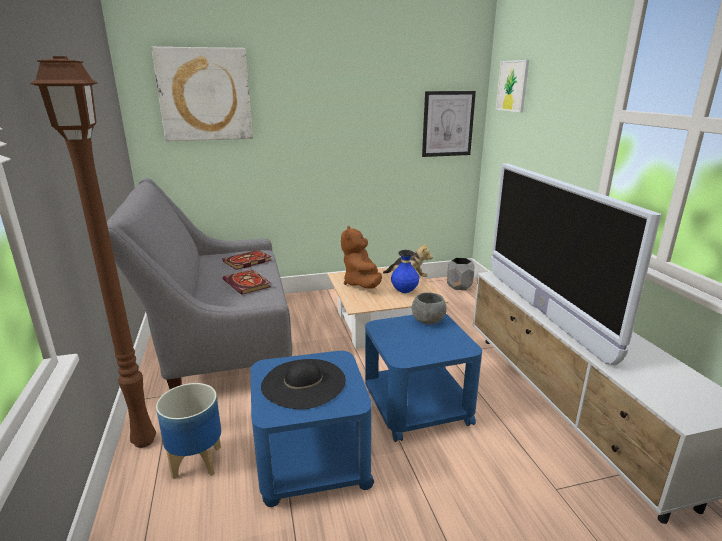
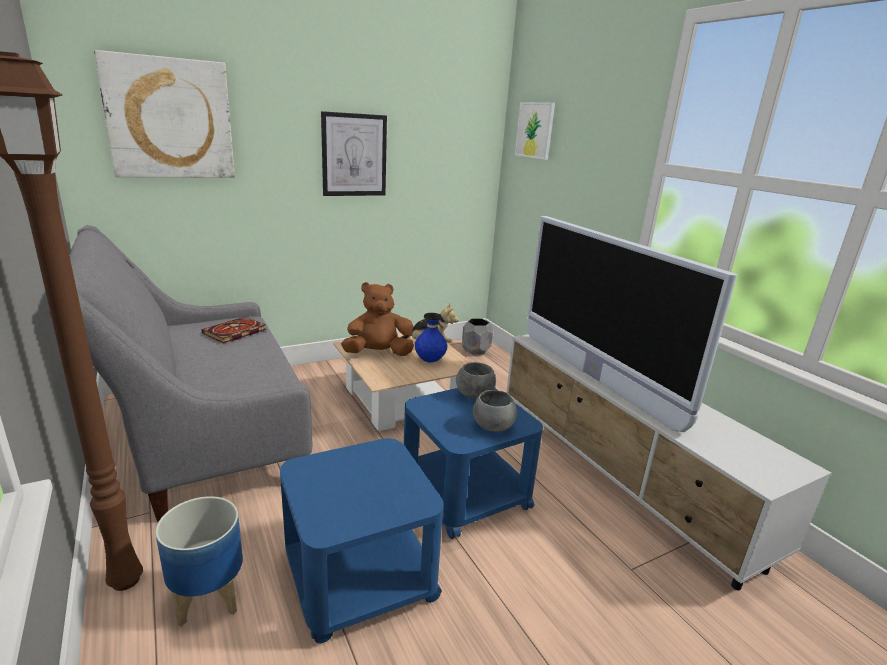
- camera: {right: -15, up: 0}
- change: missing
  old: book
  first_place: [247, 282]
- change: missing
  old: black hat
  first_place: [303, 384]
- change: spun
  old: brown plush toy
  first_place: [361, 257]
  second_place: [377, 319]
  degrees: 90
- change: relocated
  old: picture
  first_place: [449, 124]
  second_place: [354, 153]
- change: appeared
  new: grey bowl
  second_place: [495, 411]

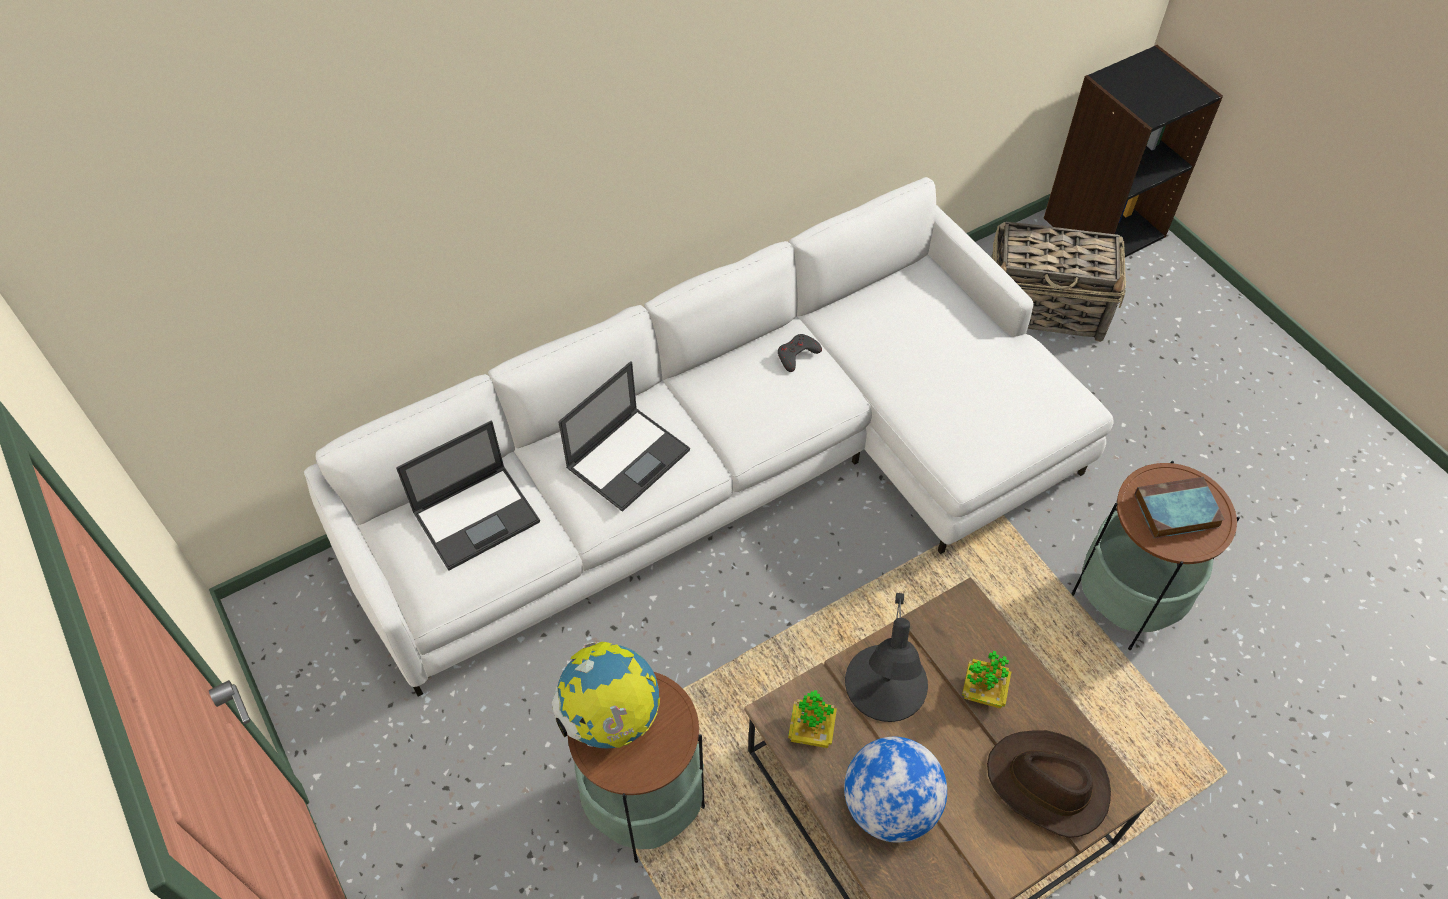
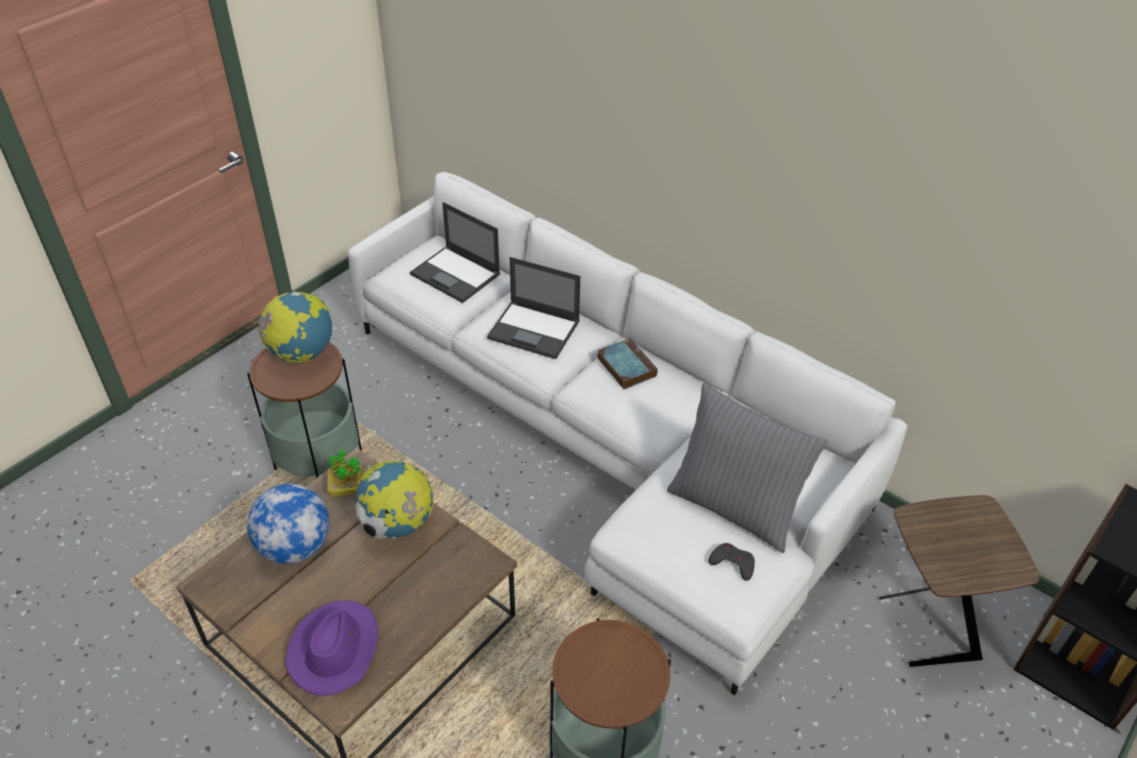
- camera: {right: 70, up: -10}
- change: relocated
  old: grey game controller
  first_place: [800, 353]
  second_place: [731, 562]
- change: exchanged
  old: black table lamp
  new: globe
  first_place: [886, 657]
  second_place: [394, 499]
- change: missing
  old: potted plant
  first_place: [986, 680]
- change: colour
  old: brown hat
  new: purple hat
  first_place: [1049, 784]
  second_place: [331, 648]
- change: exchanged
  old: basket
  new: brown side table
  first_place: [1058, 282]
  second_place: [959, 581]
- change: relocated
  old: book
  first_place: [1179, 508]
  second_place: [628, 363]
- change: appeared
  new: grey pillow
  second_place: [748, 468]

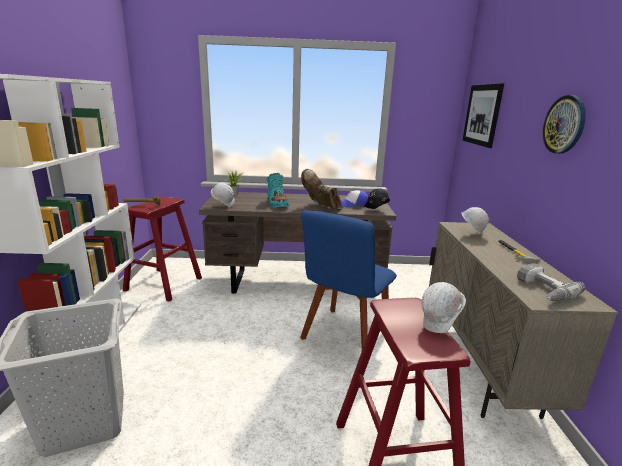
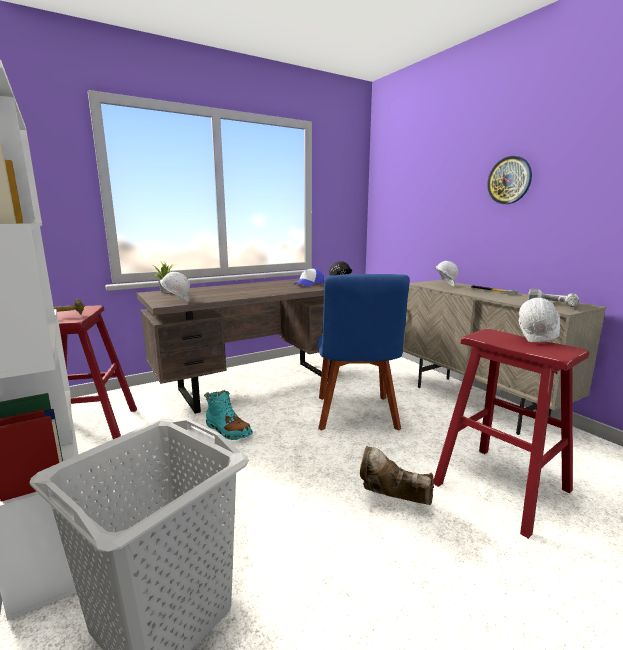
- camera: {right: -30, up: -5}
- change: relocated
  old: turquoise boot
  first_place: [278, 190]
  second_place: [228, 415]
- change: relocated
  old: brown boot
  first_place: [321, 190]
  second_place: [397, 475]
- change: missing
  old: picture
  first_place: [483, 115]

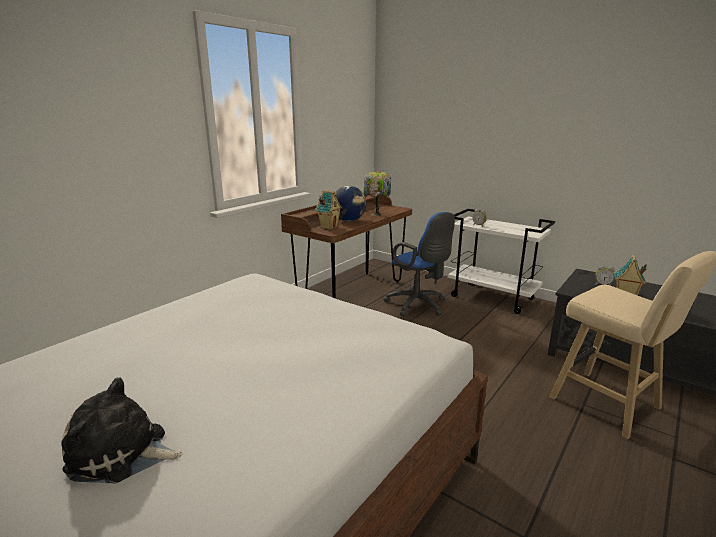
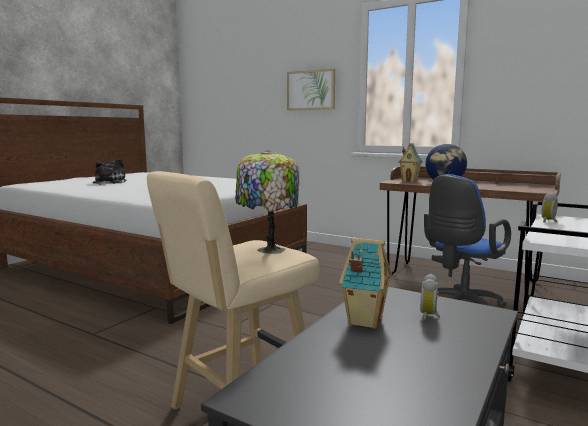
- camera: {right: 85, up: -10}
- change: relocated
  old: table lamp
  first_place: [377, 193]
  second_place: [267, 202]
- change: appeared
  new: picture
  second_place: [311, 89]

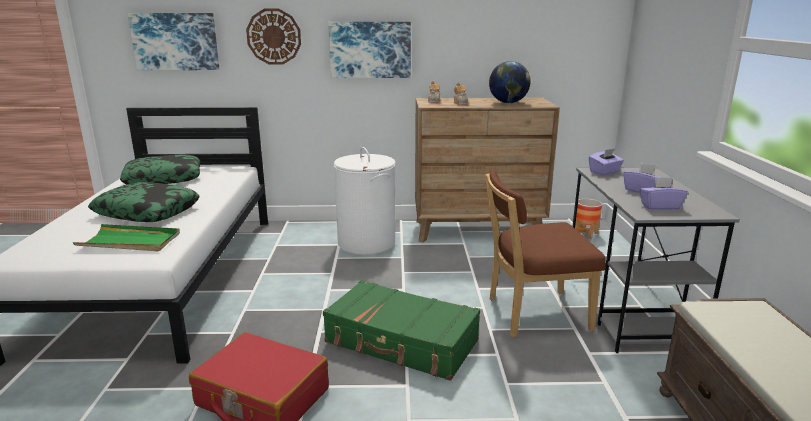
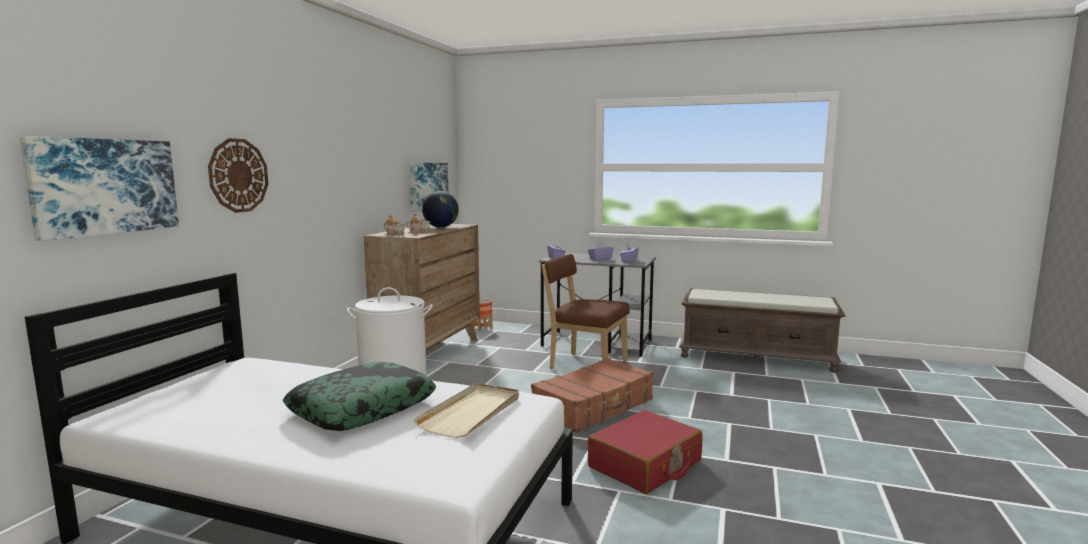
- camera: {right: -70, up: -10}
- change: colour
  old: green tray
  new: beige tray
  first_place: [126, 237]
  second_place: [466, 410]
- change: missing
  old: pillow
  first_place: [160, 169]
- change: colour
  old: green suitcase
  new: brown suitcase
  first_place: [401, 330]
  second_place: [592, 395]
- change: relocated
  old: picture
  first_place: [369, 50]
  second_place: [428, 187]
- change: spun
  old: brown chair
  first_place: [545, 253]
  second_place: [585, 311]
  degrees: 105

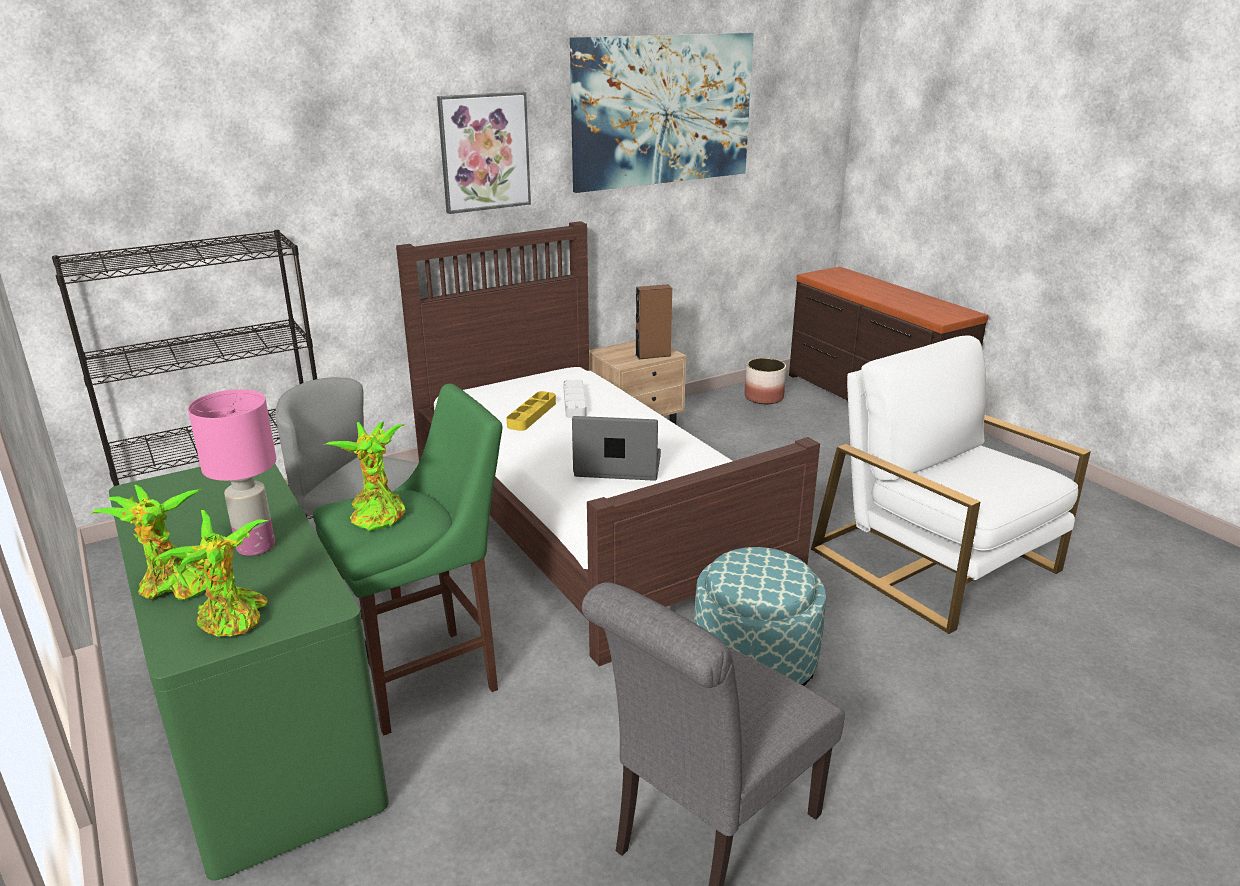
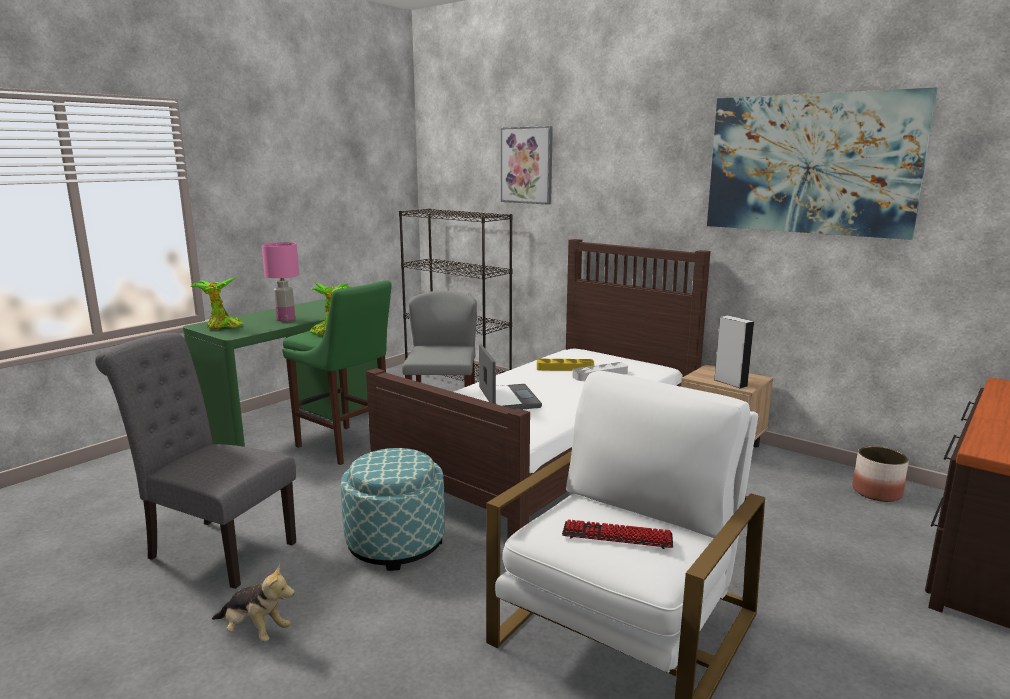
- camera: {right: 70, up: -10}
- change: missing
  old: potted plant
  first_place: [148, 543]
- change: relocated
  old: picture
  first_place: [484, 153]
  second_place: [527, 165]
- change: colour
  old: brown speaker
  new: grey speaker
  first_place: [654, 321]
  second_place: [734, 352]
- change: appeared
  new: plush toy
  second_place: [253, 603]
- change: appeared
  new: keyboard
  second_place: [617, 534]

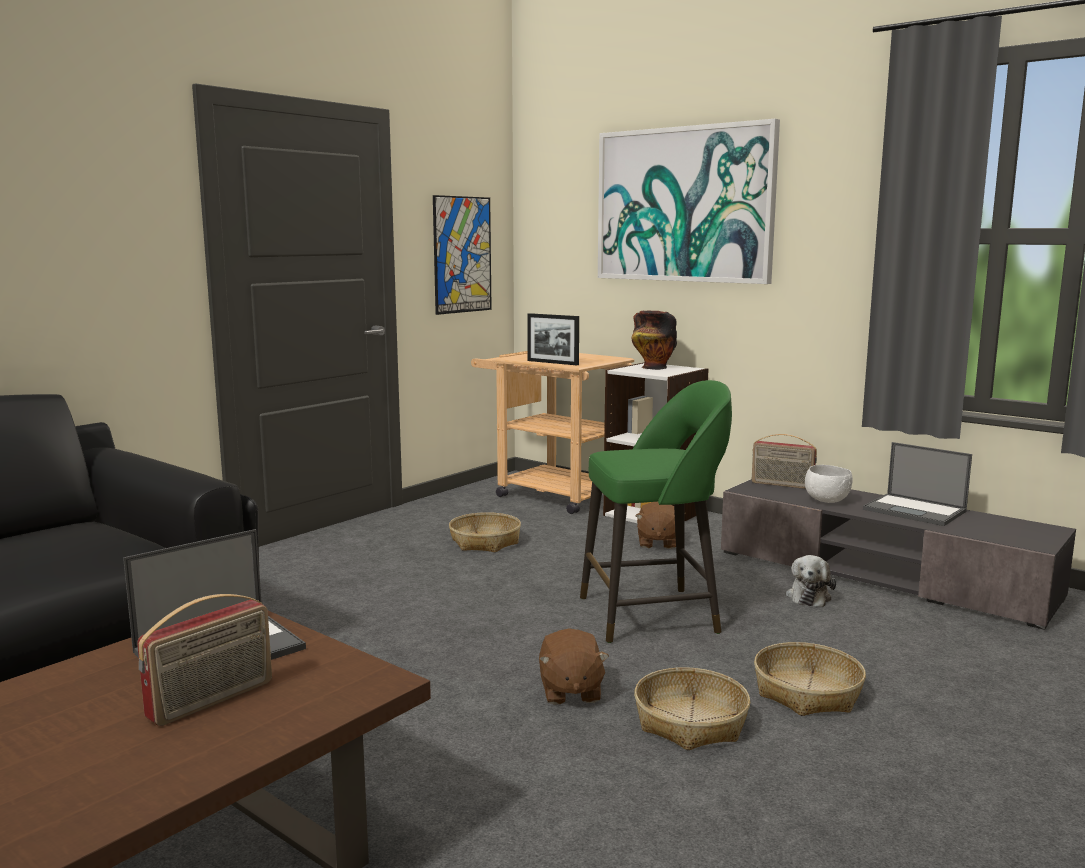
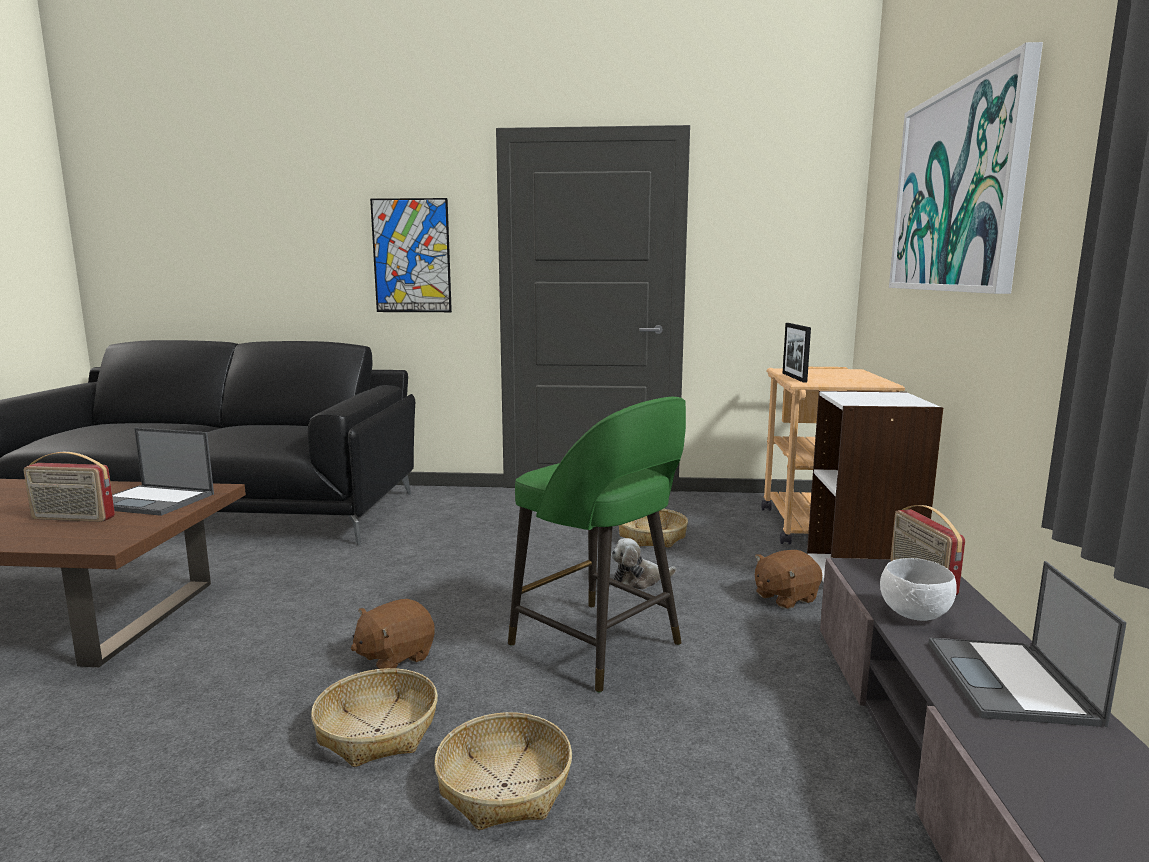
- camera: {right: 55, up: 0}
- change: relocated
  old: picture
  first_place: [462, 255]
  second_place: [411, 255]
- change: missing
  old: vase
  first_place: [654, 340]
- change: relocated
  old: plush toy
  first_place: [811, 581]
  second_place: [643, 564]

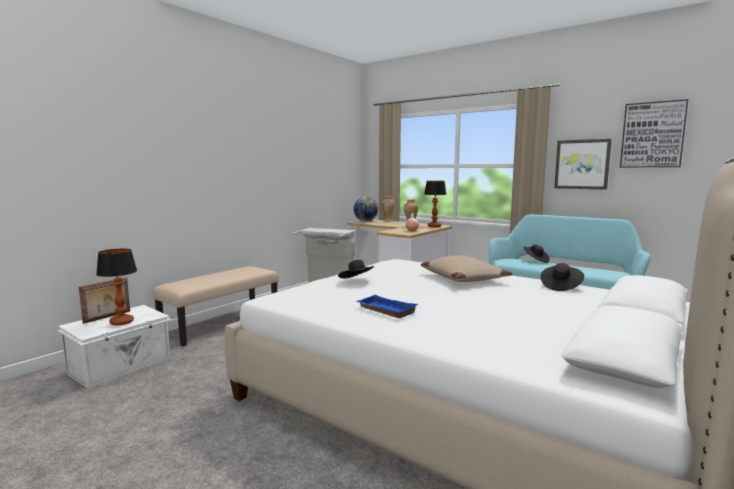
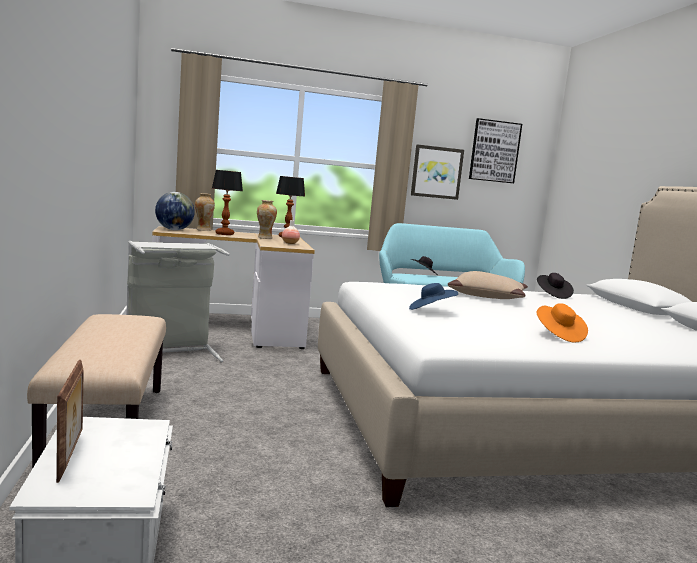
- camera: {right: -50, up: 0}
- change: relocated
  old: table lamp
  first_place: [116, 287]
  second_place: [227, 202]
- change: colour
  old: black hat
  new: blue hat
  first_place: [356, 269]
  second_place: [433, 296]
- change: exchanged
  old: blue tray
  new: orange hat
  first_place: [387, 306]
  second_place: [562, 322]

